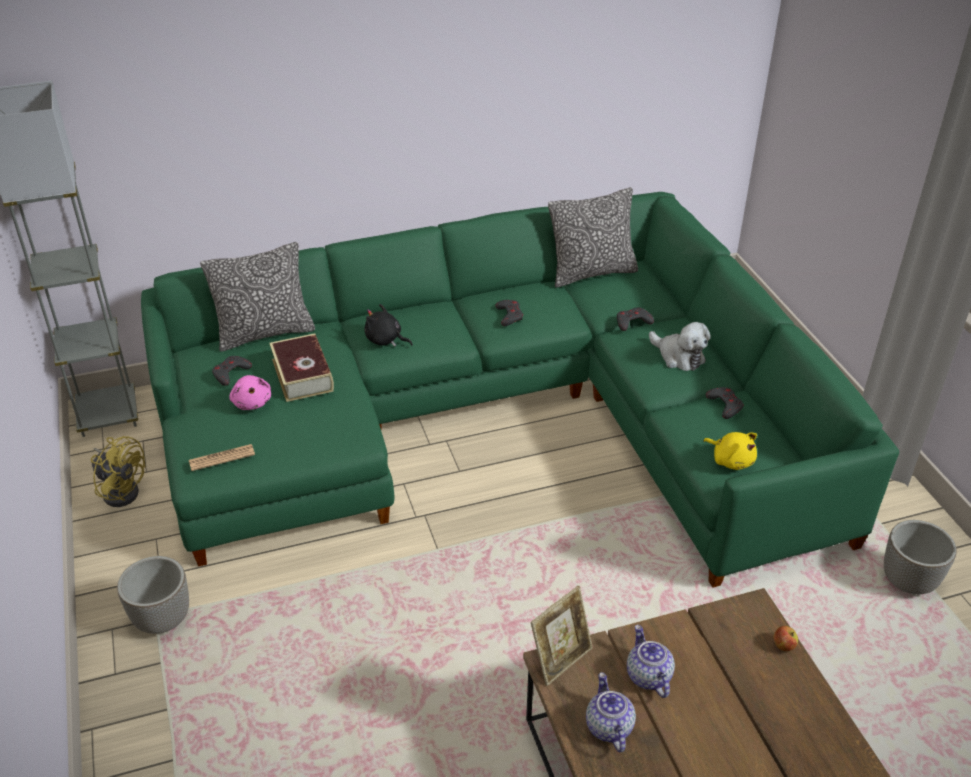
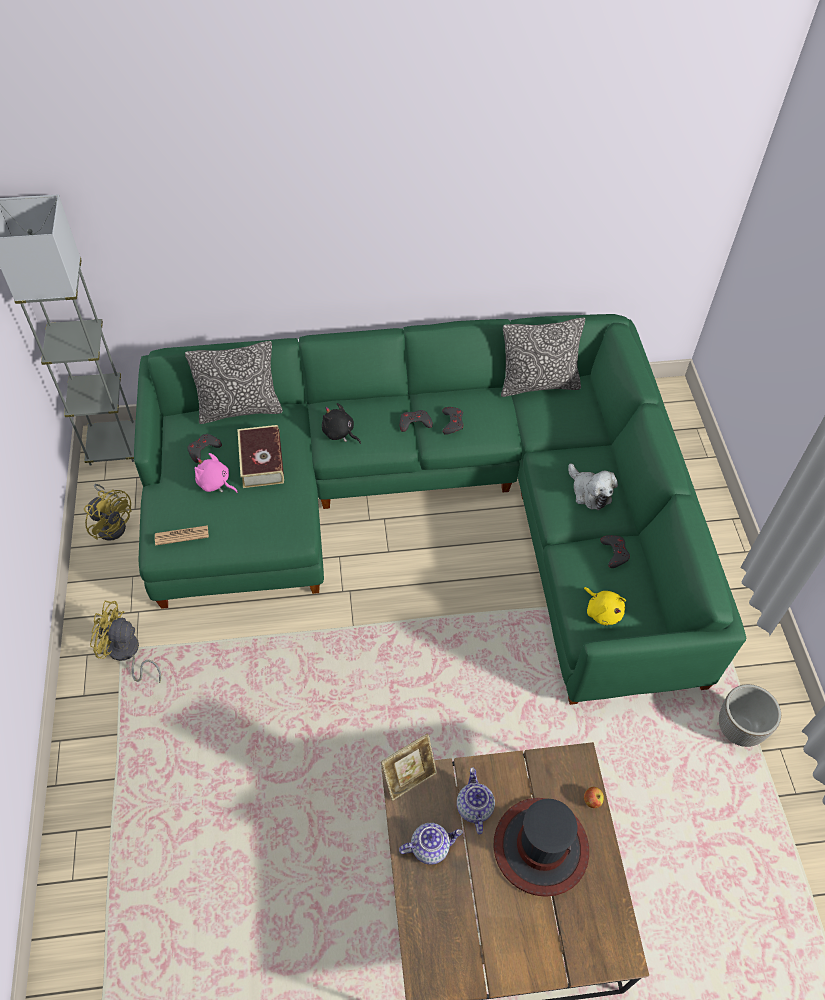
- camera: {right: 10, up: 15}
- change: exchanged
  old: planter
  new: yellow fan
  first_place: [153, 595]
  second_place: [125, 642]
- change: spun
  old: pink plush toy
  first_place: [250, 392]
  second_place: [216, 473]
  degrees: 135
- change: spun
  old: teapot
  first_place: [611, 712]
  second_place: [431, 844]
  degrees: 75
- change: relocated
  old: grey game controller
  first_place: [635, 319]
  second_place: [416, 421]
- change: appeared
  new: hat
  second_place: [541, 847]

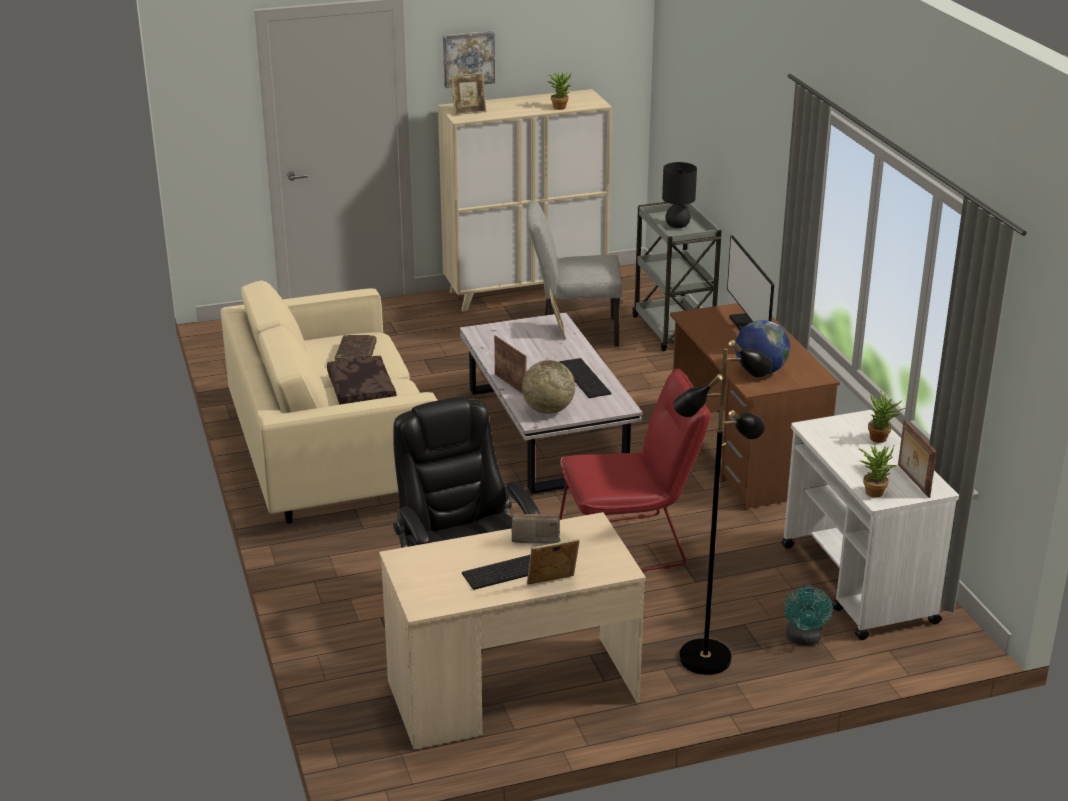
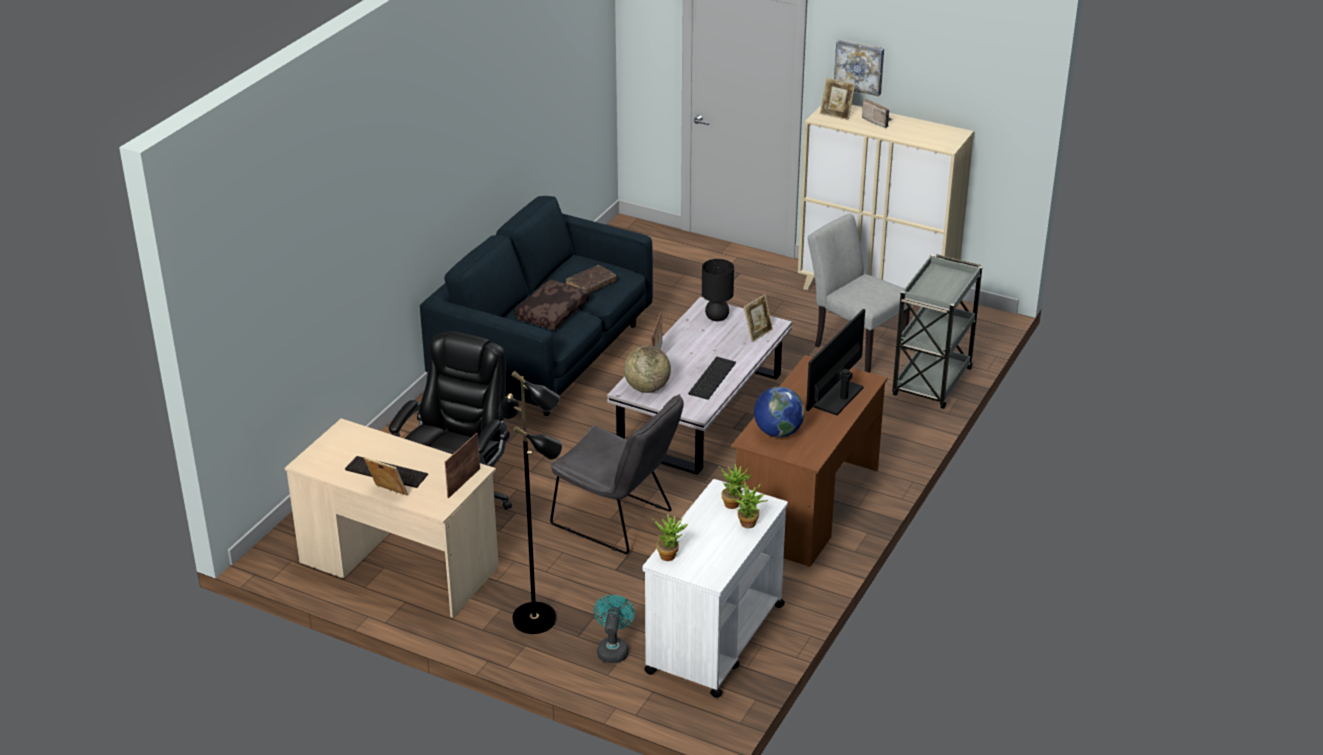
- camera: {right: 45, up: 5}
- change: colour
  old: beige sofa
  new: blue sofa
  first_place: [329, 402]
  second_place: [536, 306]
- change: relocated
  old: radio
  first_place: [535, 528]
  second_place: [877, 113]
- change: relocated
  old: potted plant
  first_place: [559, 90]
  second_place: [735, 486]
- change: colour
  old: red chair
  new: grey chair
  first_place: [634, 469]
  second_place: [617, 474]
- change: relocated
  old: black table lamp
  first_place: [679, 195]
  second_place: [718, 290]
- change: spun
  old: turquoise fan
  first_place: [808, 615]
  second_place: [614, 629]
  degrees: 135
- change: relocated
  old: picture frame
  first_place: [917, 458]
  second_place: [462, 465]

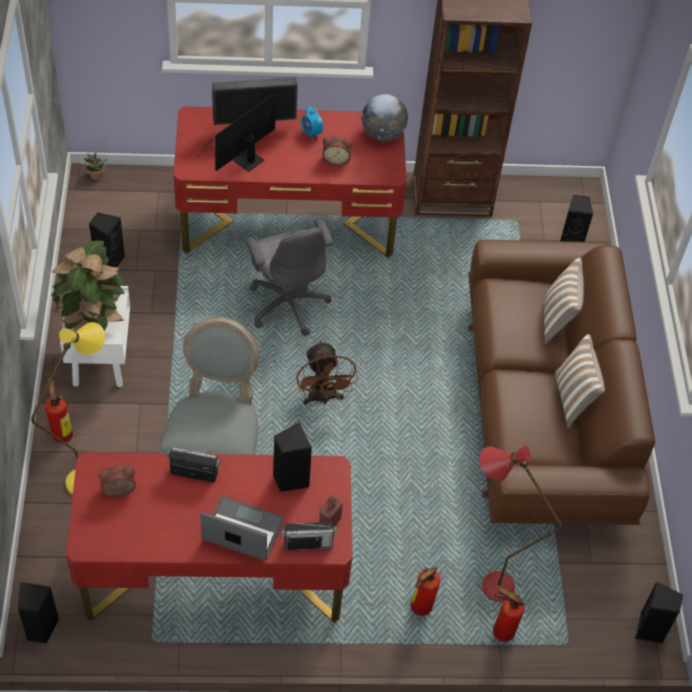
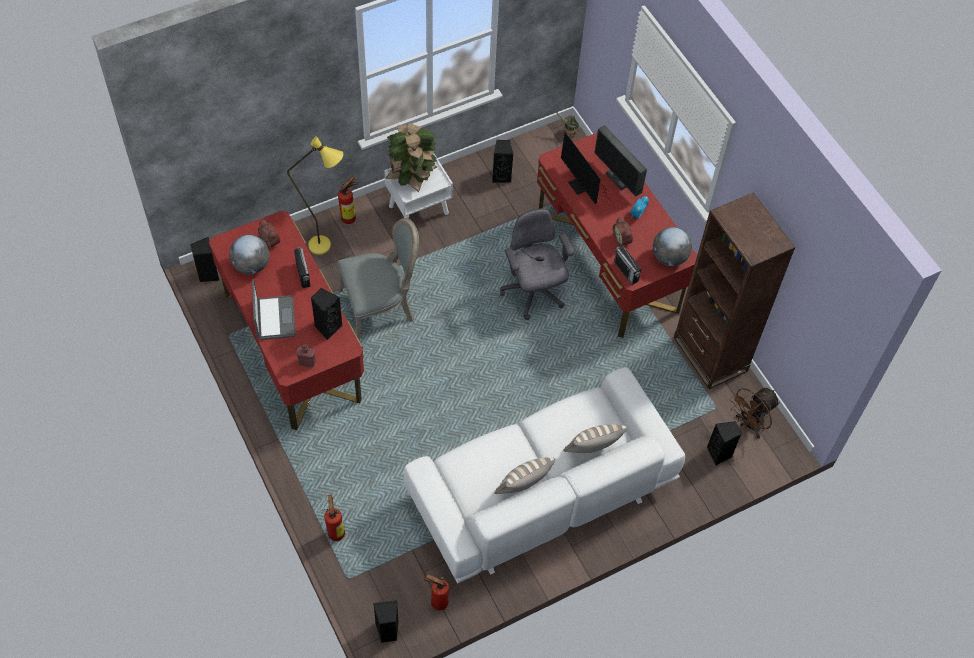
- camera: {right: 65, up: 5}
- change: spun
  old: monitor
  first_place: [236, 132]
  second_place: [586, 168]
  degrees: -135
- change: spun
  old: grey office chair
  first_place: [289, 277]
  second_place: [537, 264]
  degrees: 120
- change: relocated
  old: radio
  first_place: [309, 536]
  second_place: [627, 264]
- change: relocated
  old: brown fan
  first_place: [327, 372]
  second_place: [755, 413]
- change: relocated
  old: fire extinguisher
  first_place: [426, 591]
  second_place: [436, 592]
- change: colour
  old: brown sofa
  new: white sofa
  first_place: [561, 382]
  second_place: [544, 475]
- change: missing
  old: red floor lamp
  first_place: [521, 523]
- change: appeared
  new: globe
  second_place: [249, 254]

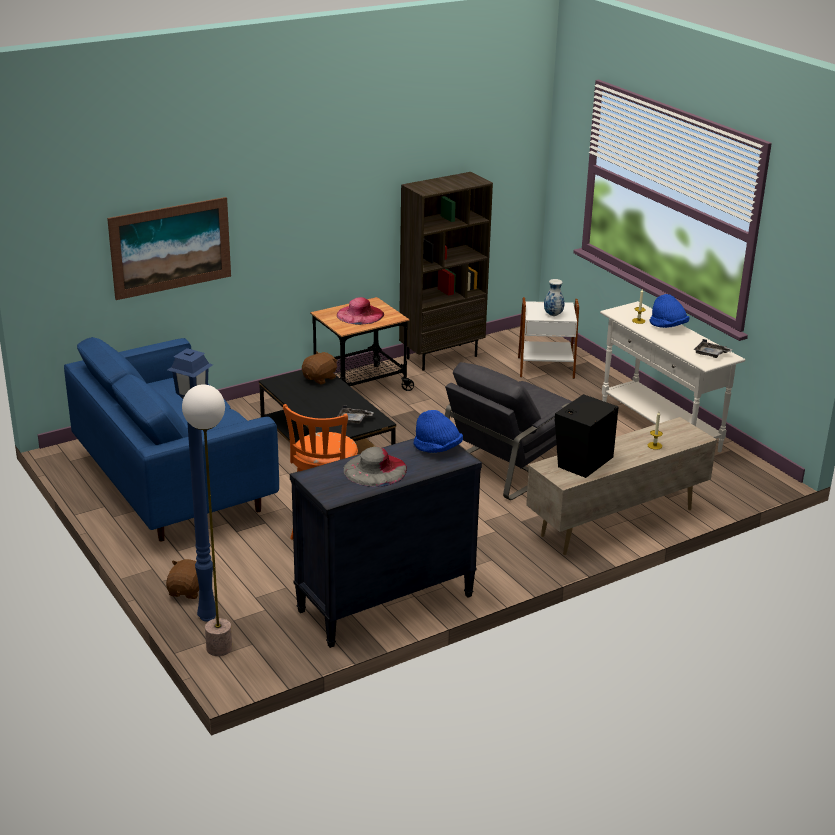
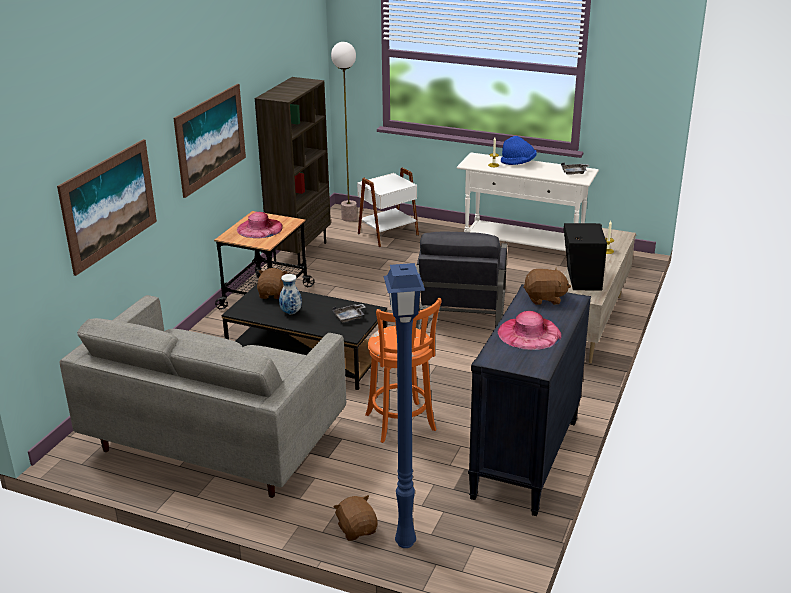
- camera: {right: -35, up: 0}
- change: colour
  old: blue sofa
  new: grey sofa
  first_place: [171, 439]
  second_place: [202, 396]
- change: relocated
  old: floor lamp
  first_place: [207, 520]
  second_place: [344, 132]
- change: colour
  old: grey hat
  new: pink hat
  first_place: [375, 467]
  second_place: [530, 330]
- change: exchanged
  old: blue hat
  new: brown plush toy
  first_place: [438, 431]
  second_place: [547, 286]
- change: relocated
  old: vase
  first_place: [554, 297]
  second_place: [290, 294]
- change: appeared
  new: picture
  second_place: [209, 141]

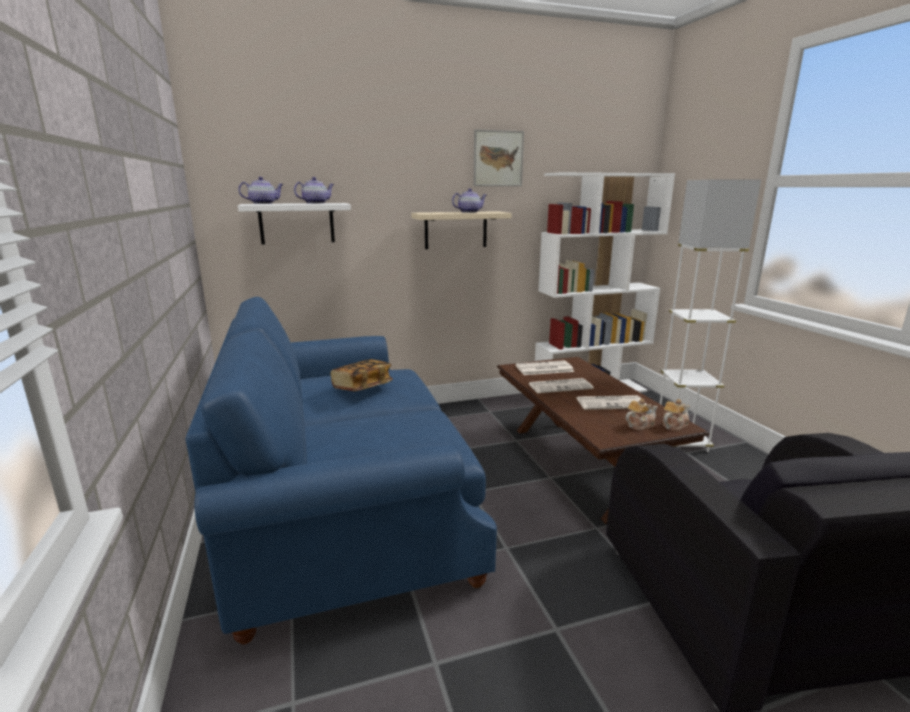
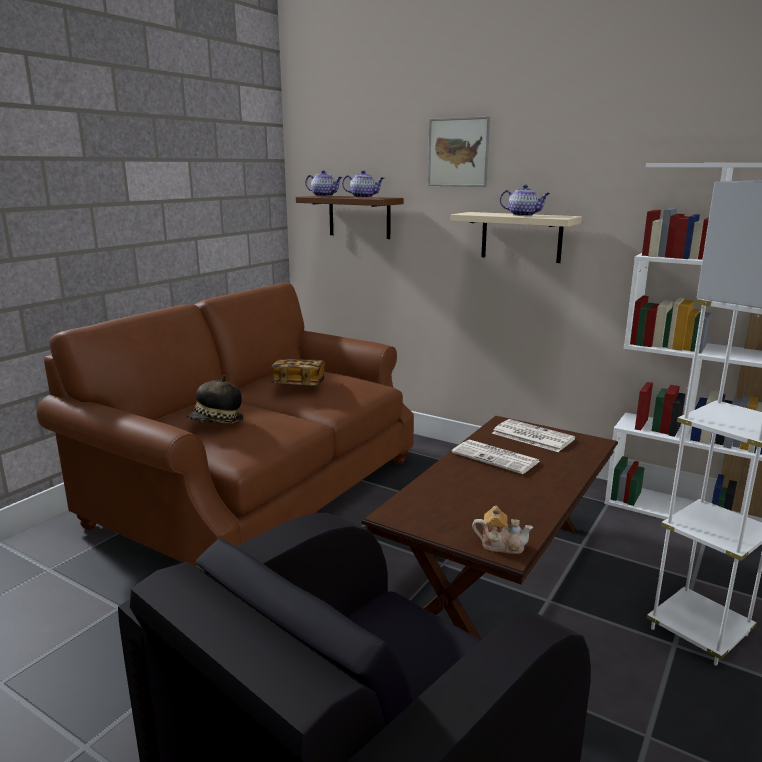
- camera: {right: 50, up: 0}
- change: colour
  old: blue sofa
  new: brown sofa
  first_place: [341, 470]
  second_place: [225, 424]
- change: colour
  old: white shelf
  new: brown shelf
  first_place: [294, 223]
  second_place: [350, 217]
- change: relocated
  old: picture
  first_place: [499, 157]
  second_place: [459, 151]
- change: missing
  old: newspaper
  first_place: [611, 402]
- change: missing
  old: teapot
  first_place: [641, 414]
- change: appeared
  new: hat
  second_place: [215, 399]

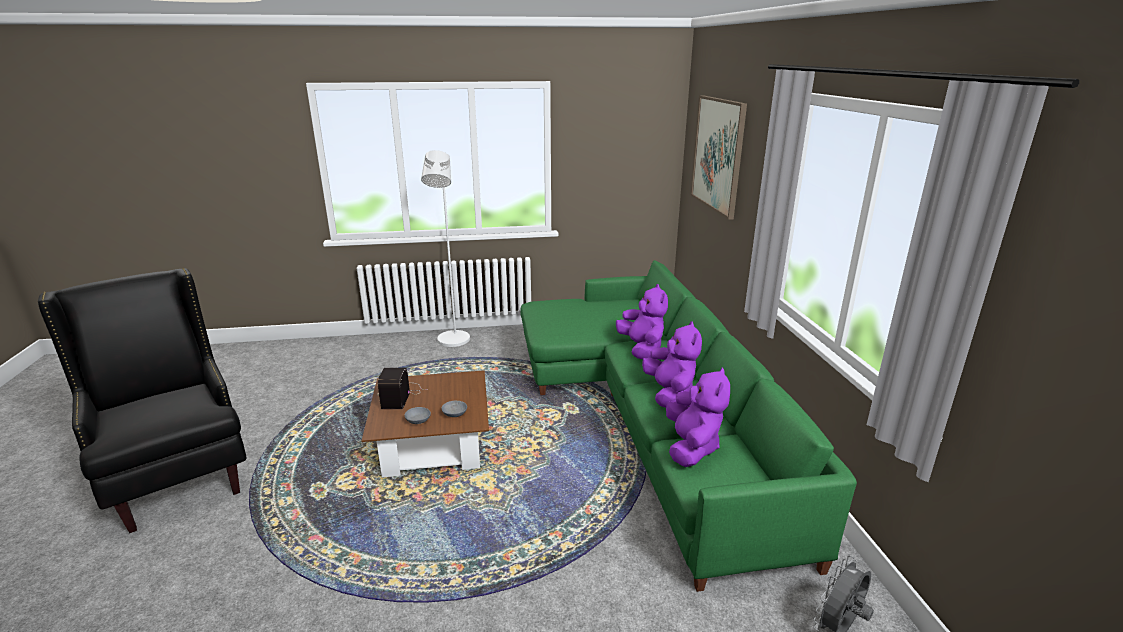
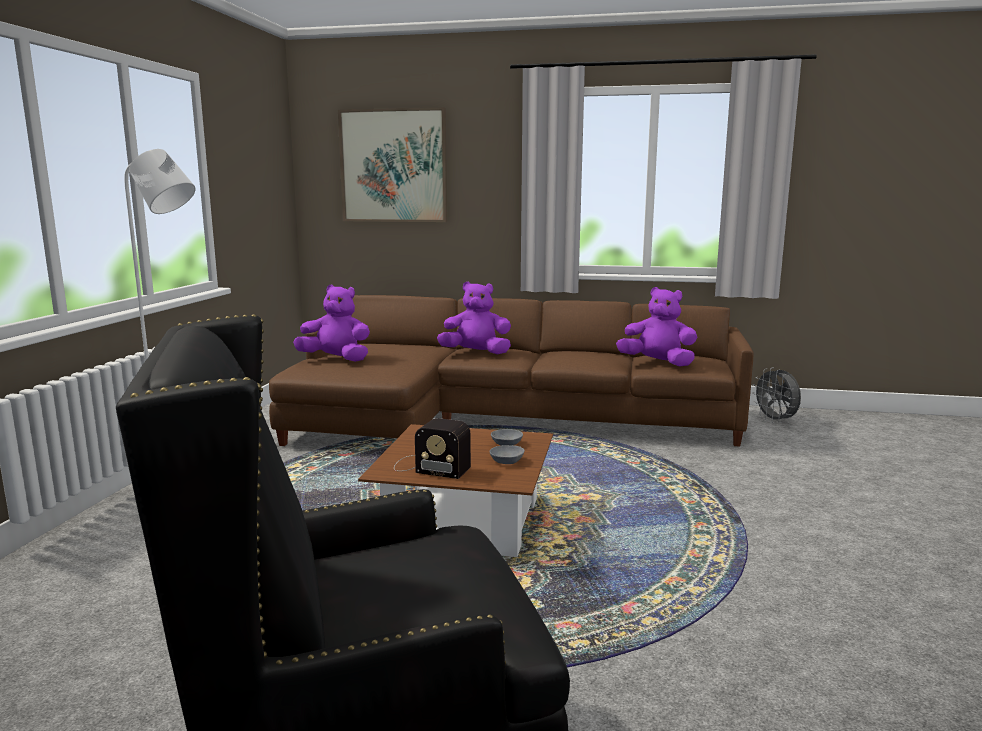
- camera: {right: -70, up: -10}
- change: colour
  old: green sofa
  new: brown sofa
  first_place: [688, 426]
  second_place: [511, 371]
- change: relocated
  old: purple plush toy
  first_place: [672, 364]
  second_place: [331, 323]

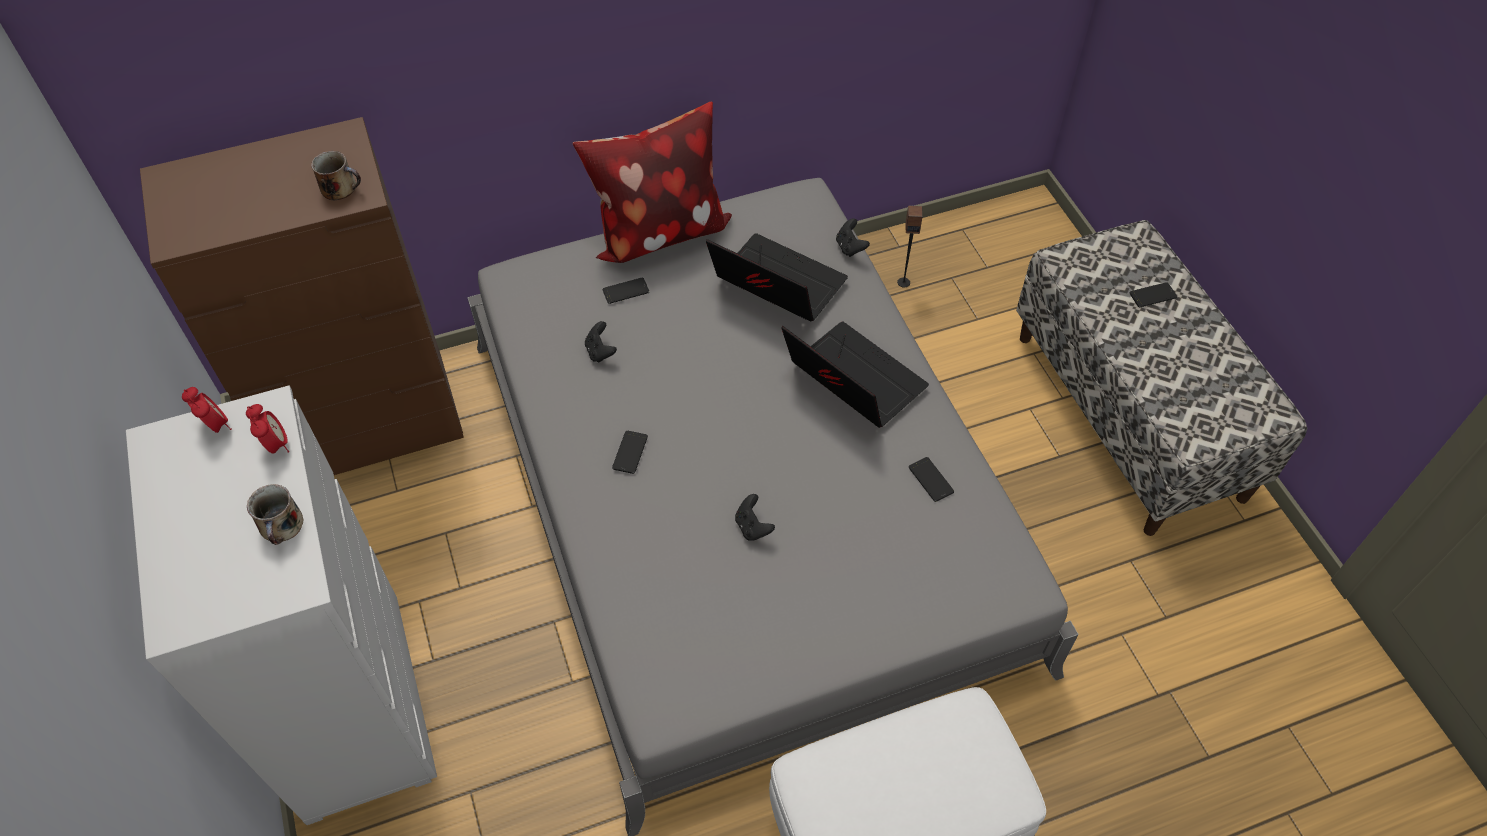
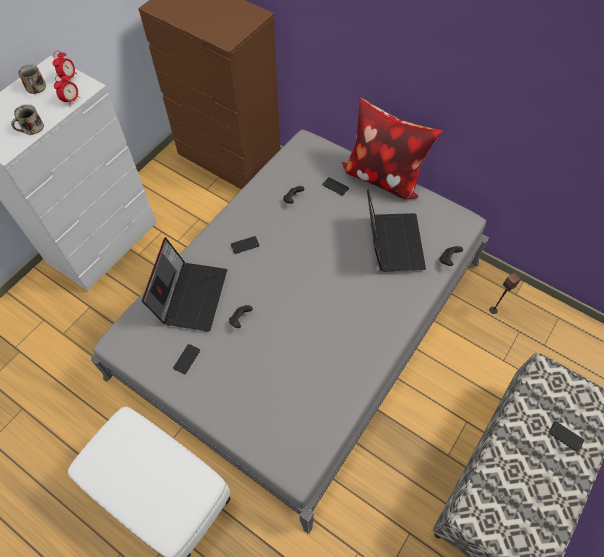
- camera: {right: 55, up: 5}
- change: relocated
  old: mug
  first_place: [336, 175]
  second_place: [32, 79]
- change: relocated
  old: laptop
  first_place: [855, 375]
  second_place: [184, 284]
- change: relocated
  old: phone
  first_place: [931, 479]
  second_place: [186, 359]

